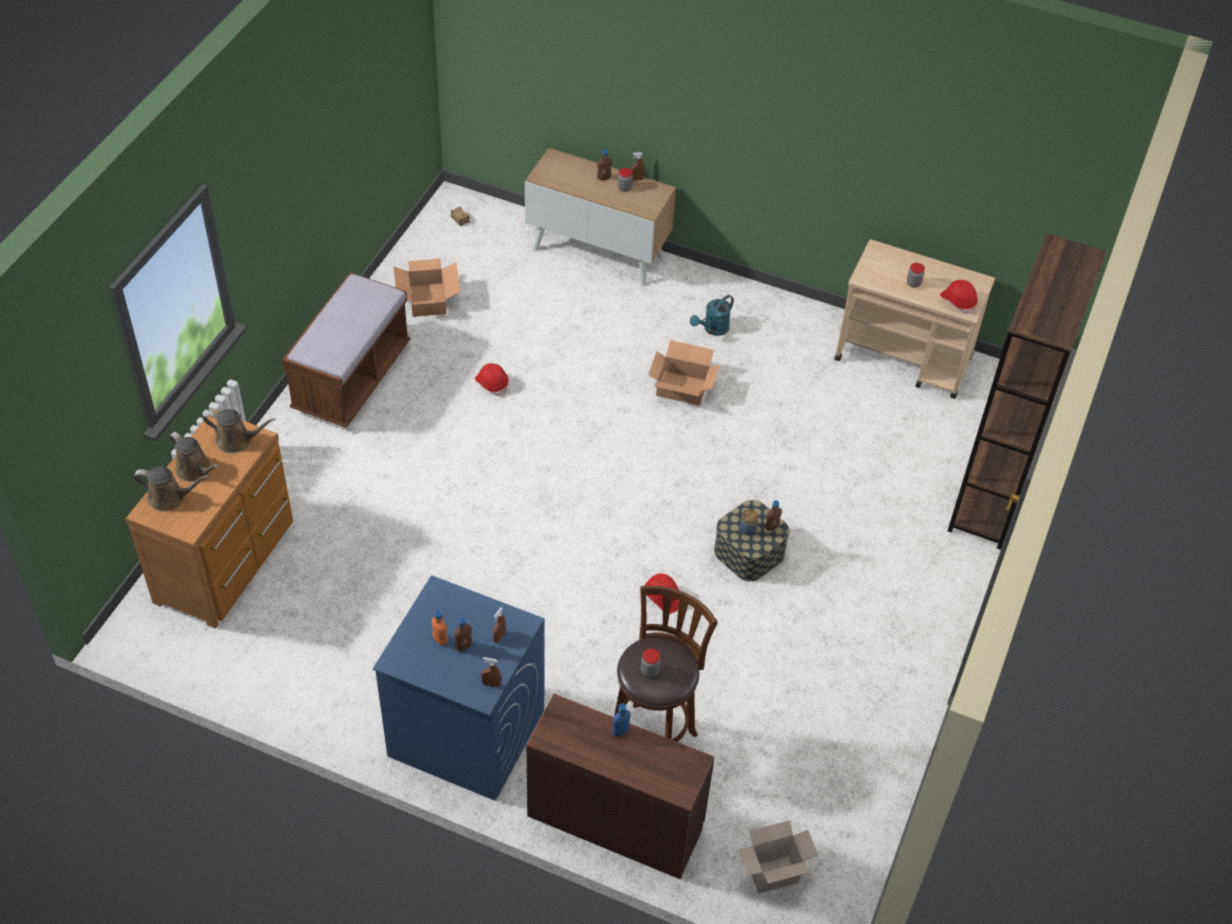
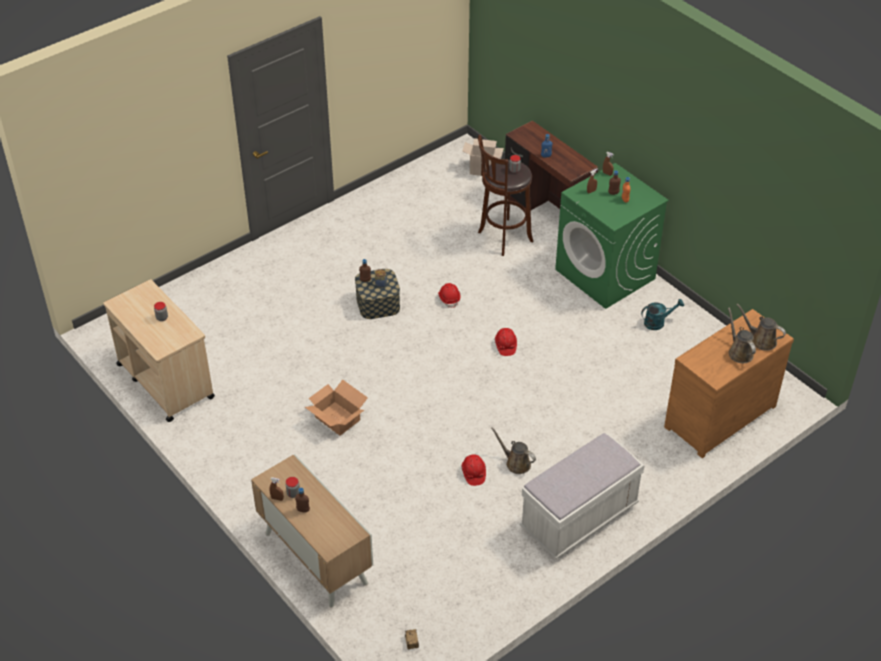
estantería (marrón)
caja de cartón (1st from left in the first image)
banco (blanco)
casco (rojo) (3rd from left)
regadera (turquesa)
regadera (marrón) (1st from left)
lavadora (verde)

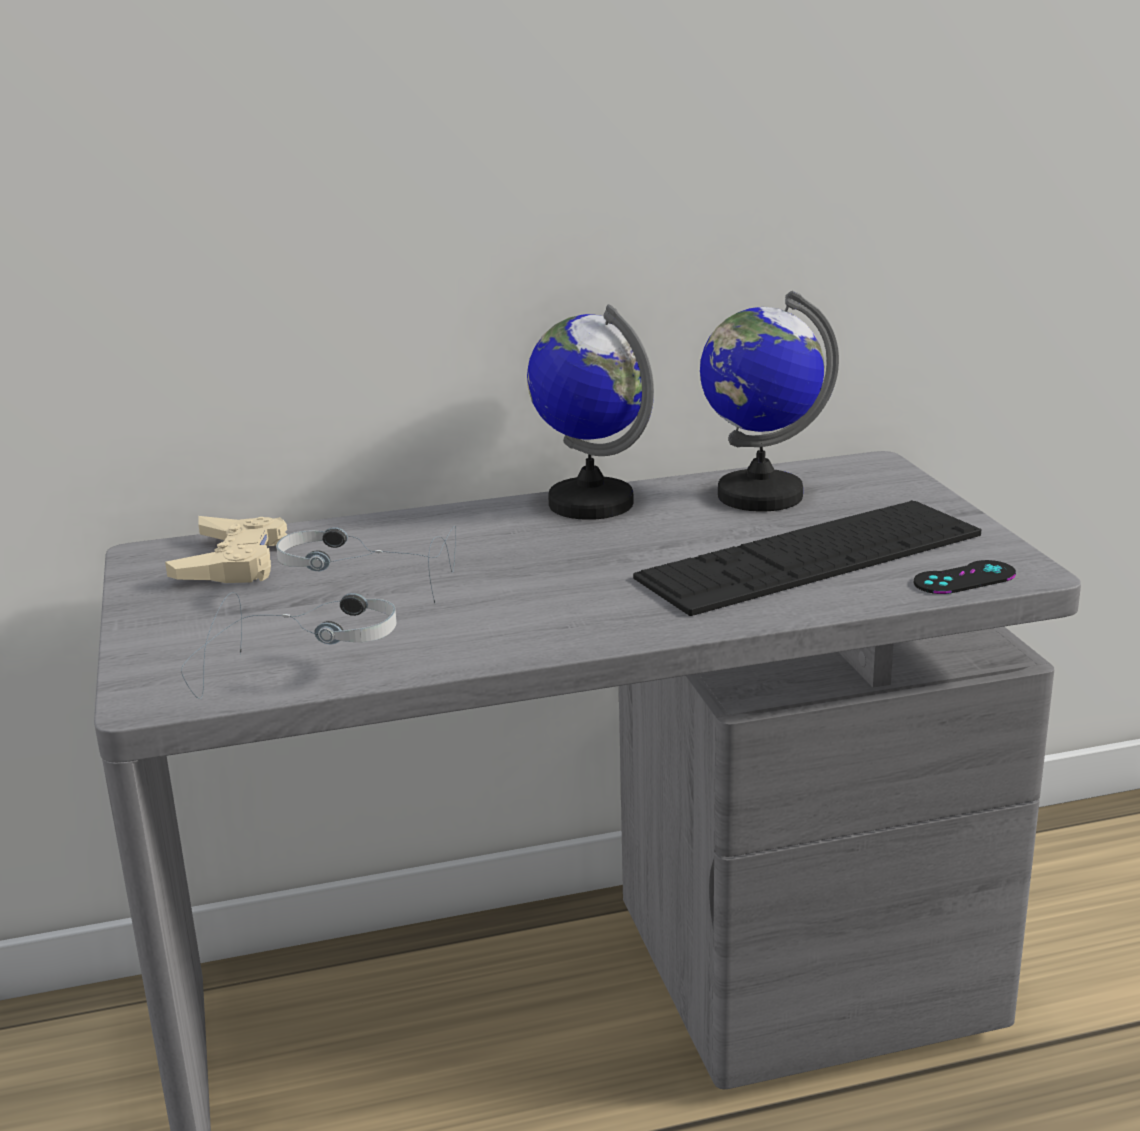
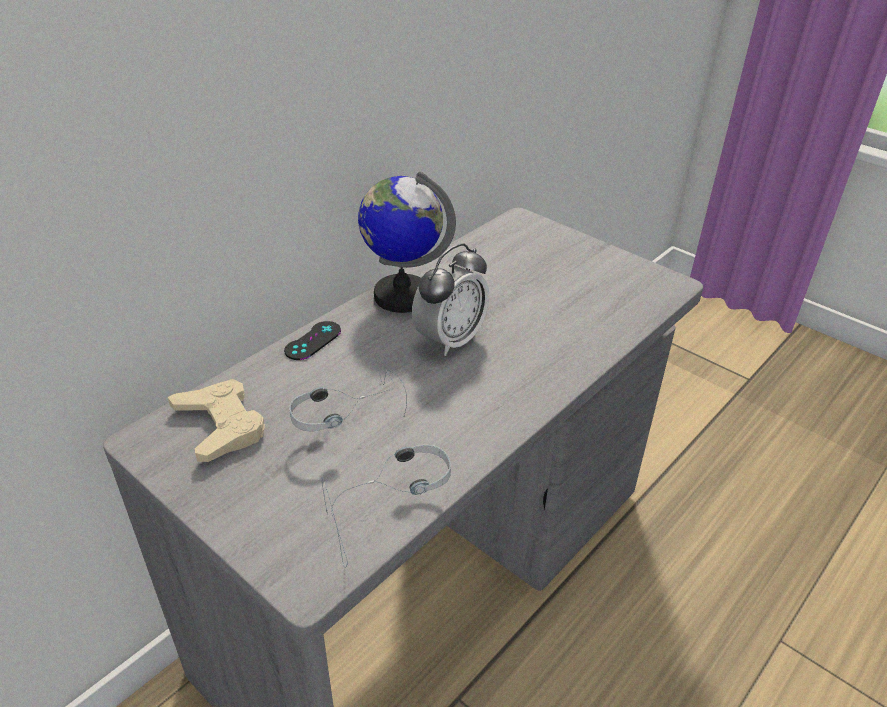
globo terráqueo (2nd from left in the first image)
teclado
mando de consola (negro)
despertador

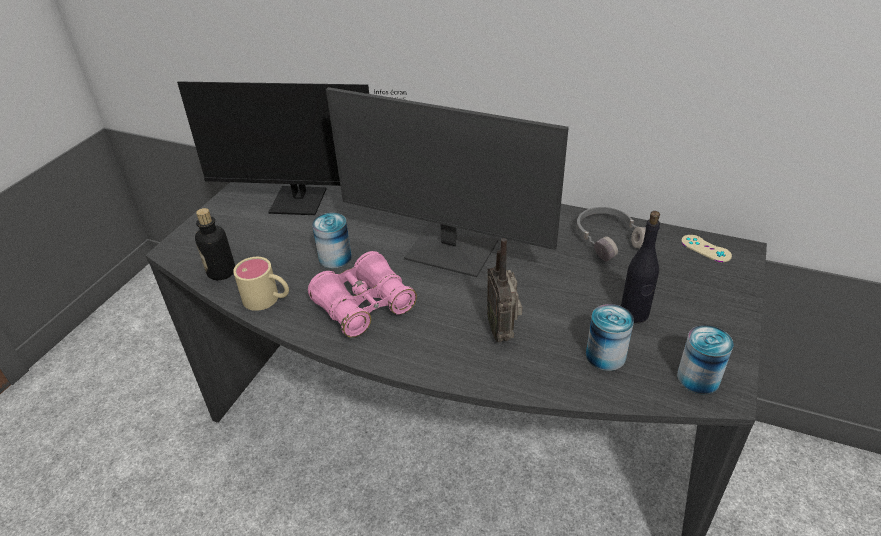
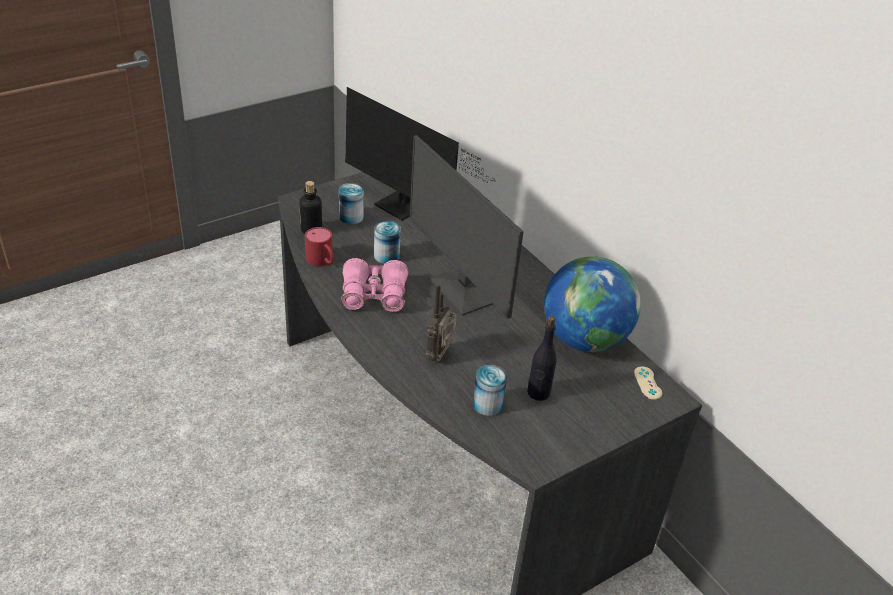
globo terráqueo
taza grande (rojo)
lata (1st from left)

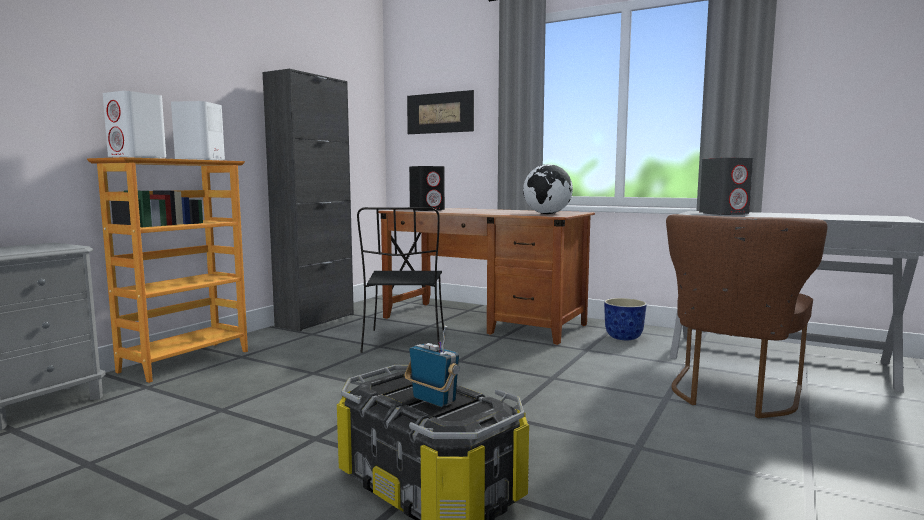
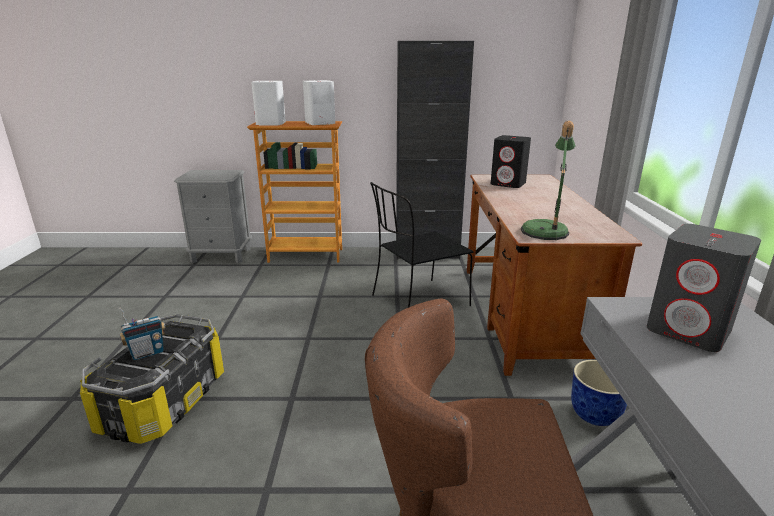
cuadro
lámpara de mesa
radio

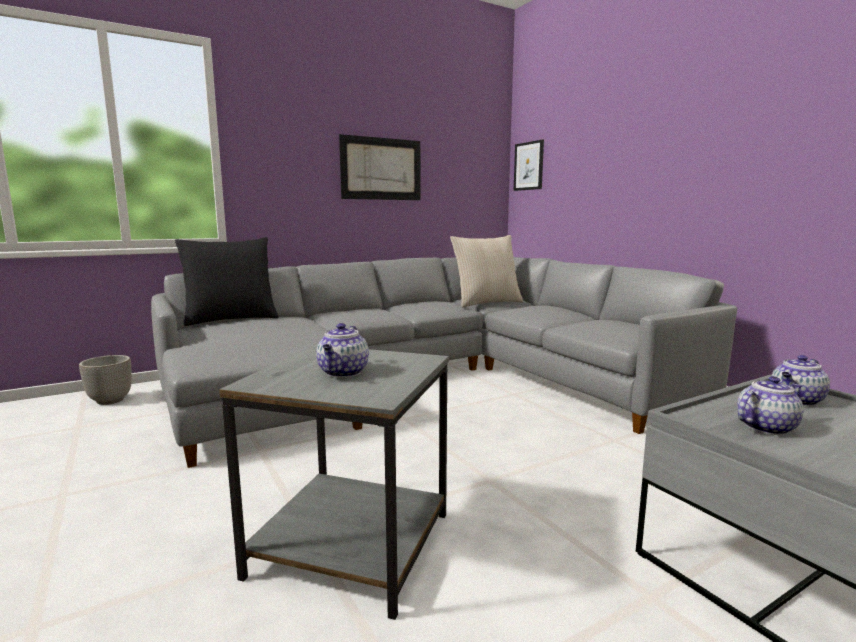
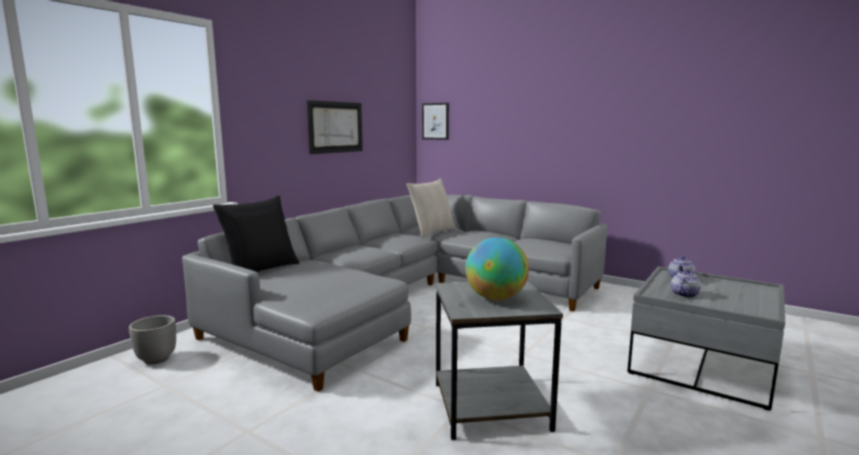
globo terráqueo

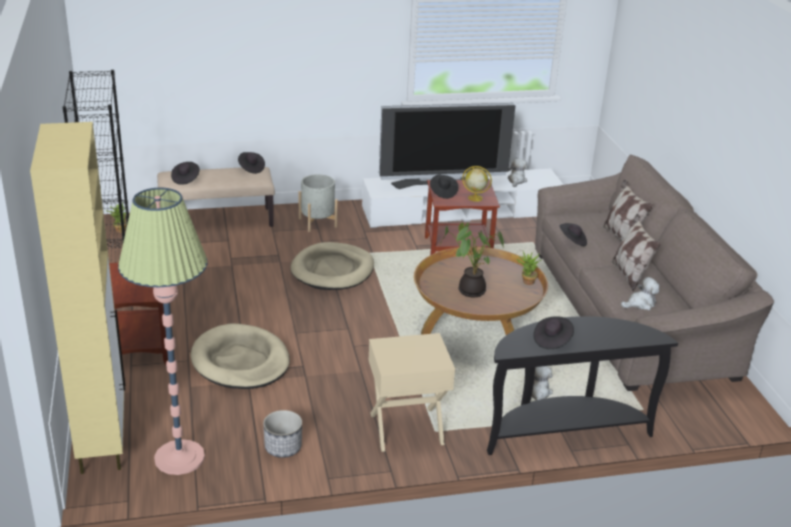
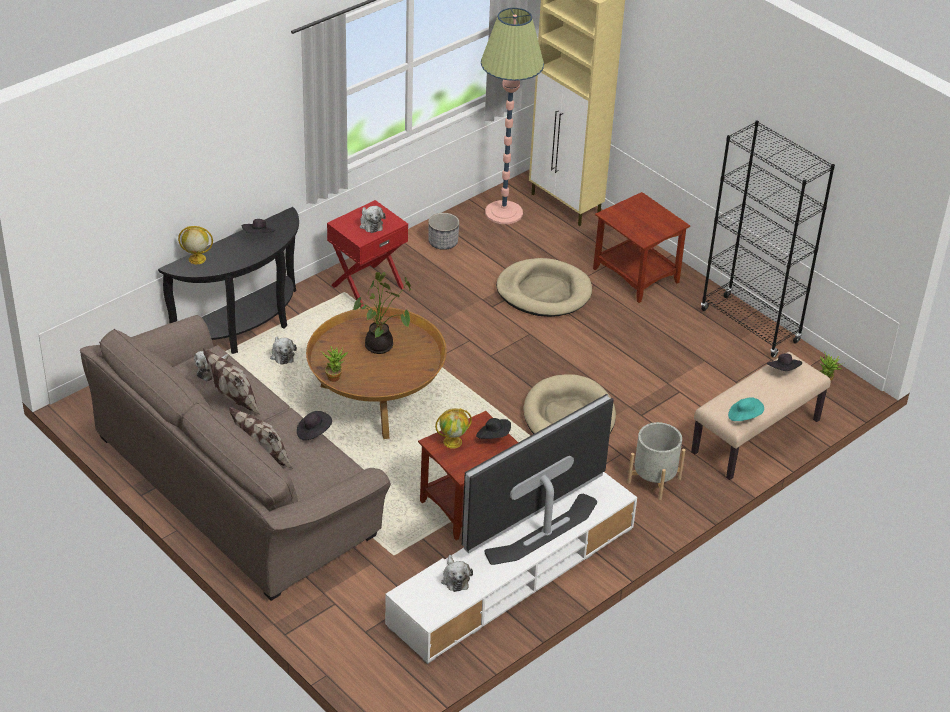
sombrero (turquesa)
mesita de noche (rojo)
peluche (3rd from left)
globo terráqueo (1st from left)

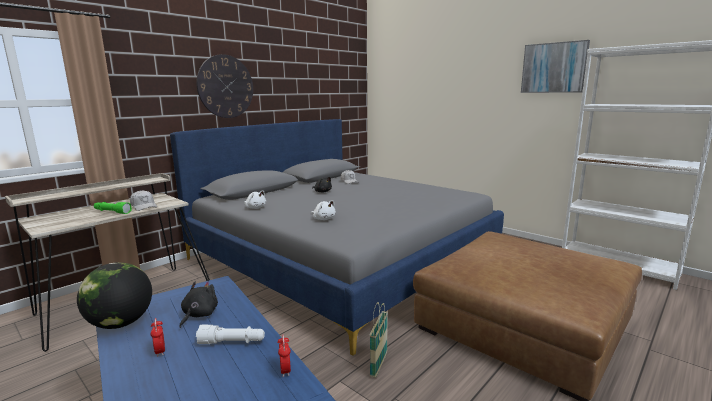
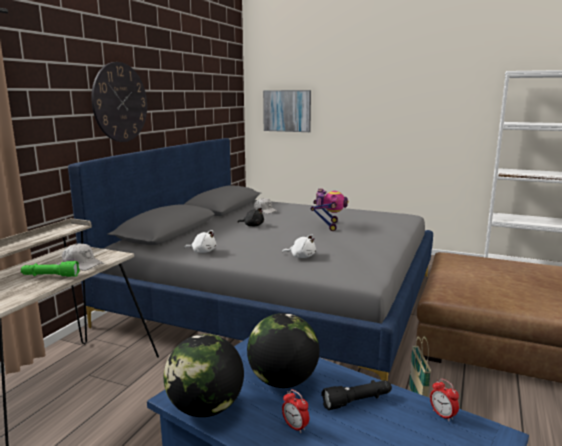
cuadro
globo terráqueo (2nd from left)
linterna (negro)
robot de juguete

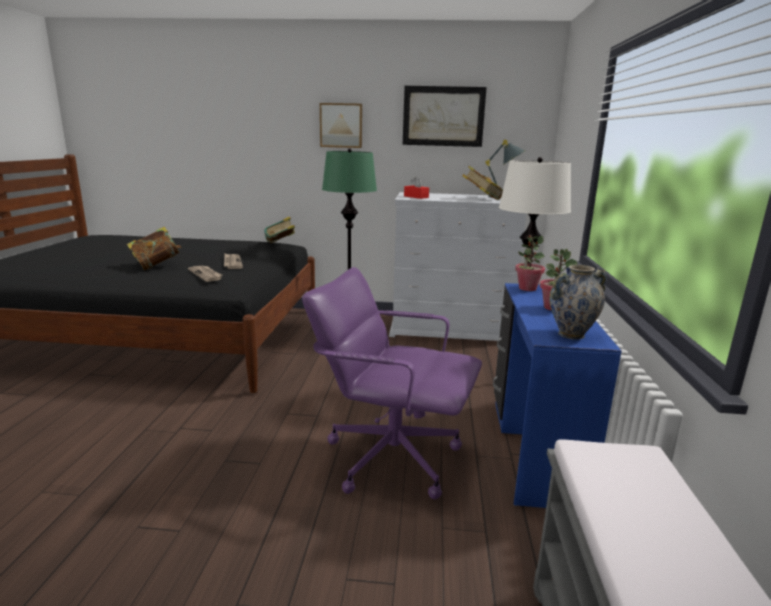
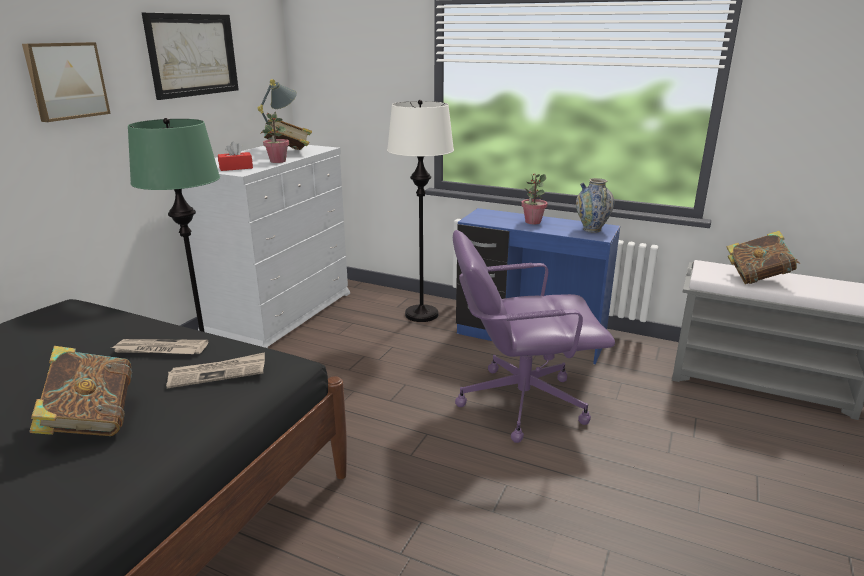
libro (3rd from left)
planta en maceta (1st from left)
silla de oficina (morado)

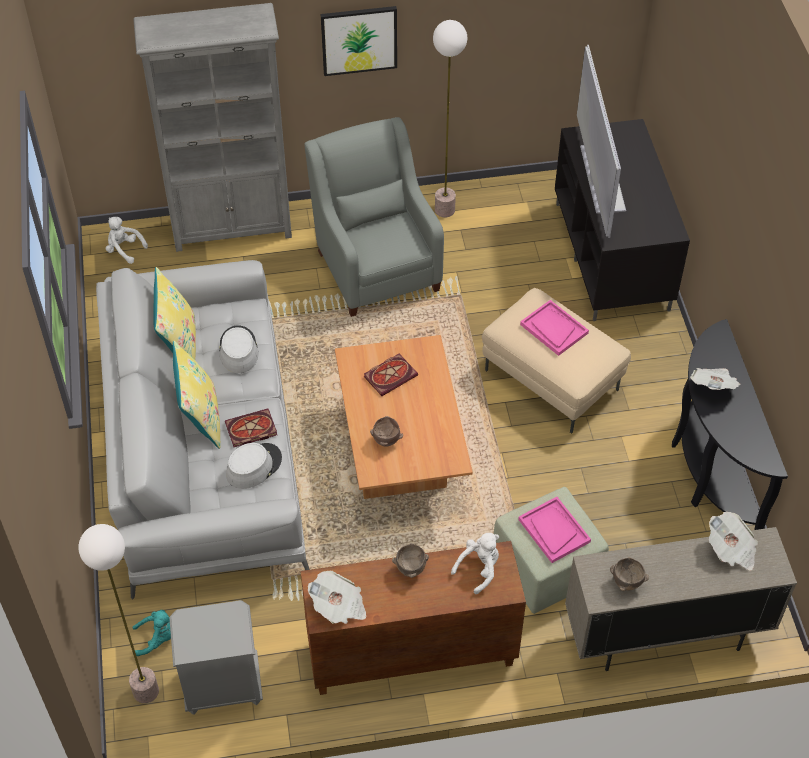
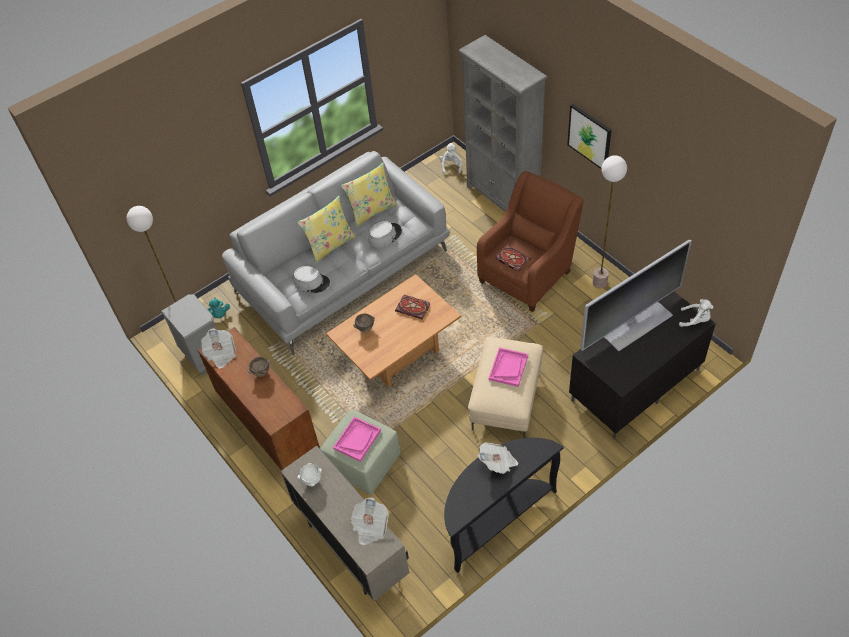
sillón (marrón)
libro (2nd from left)
peluche (blanco) (2nd from left)
cuenco (blanco)

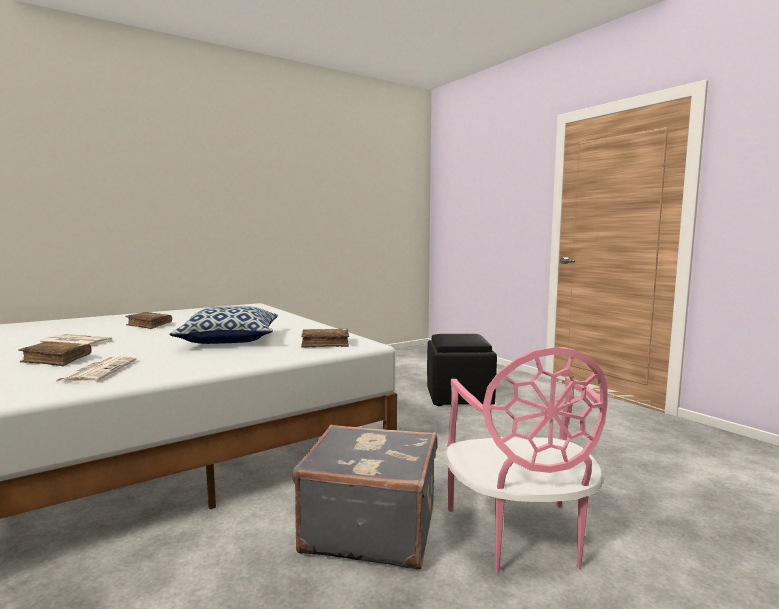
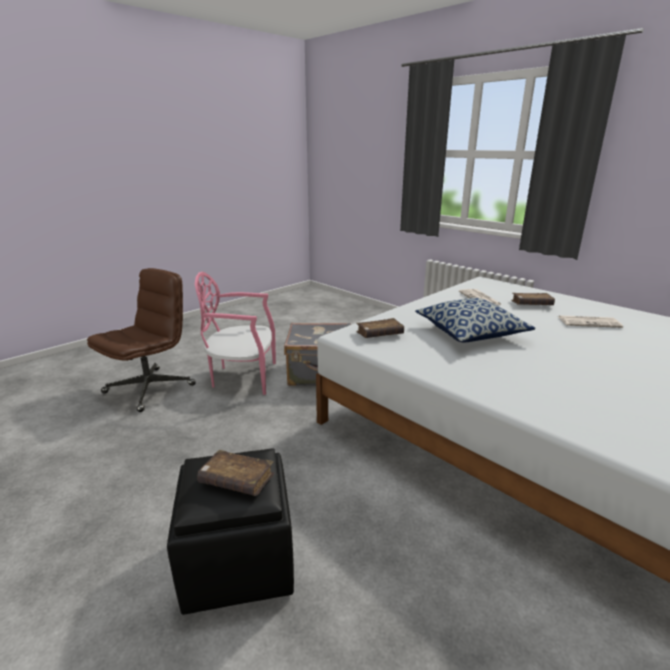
libro (marrón) (1st from left)
silla (rosa)
silla de oficina (marrón)

